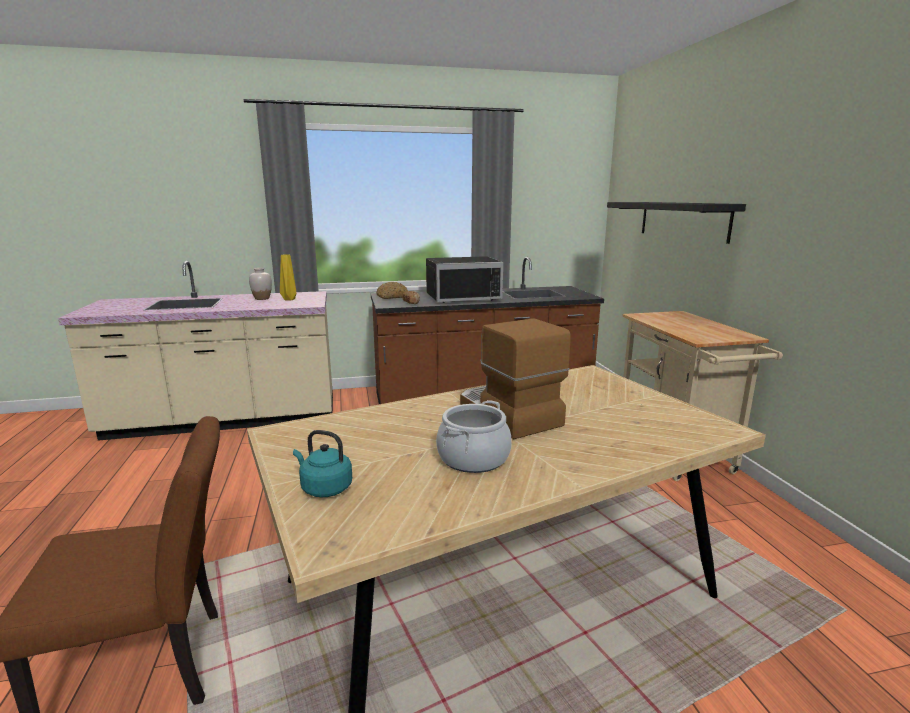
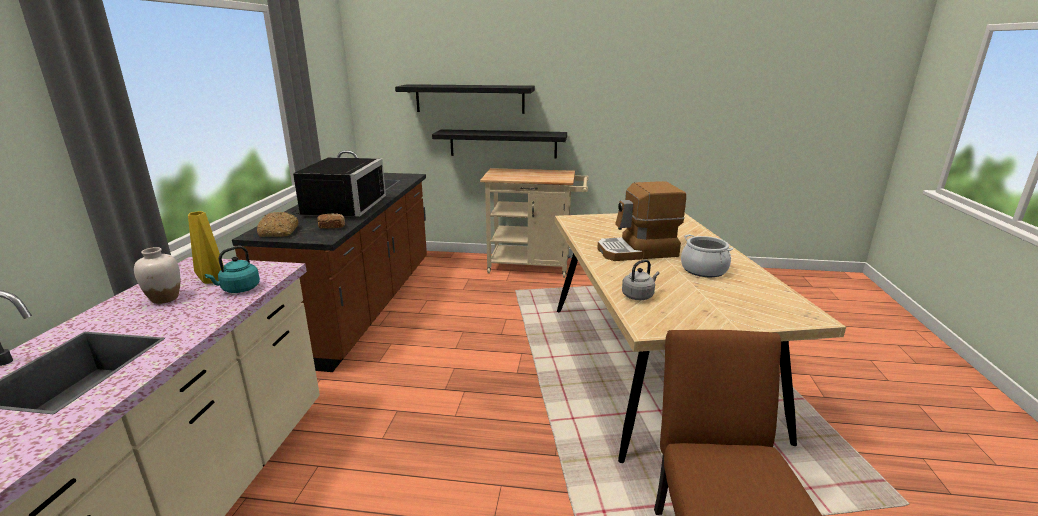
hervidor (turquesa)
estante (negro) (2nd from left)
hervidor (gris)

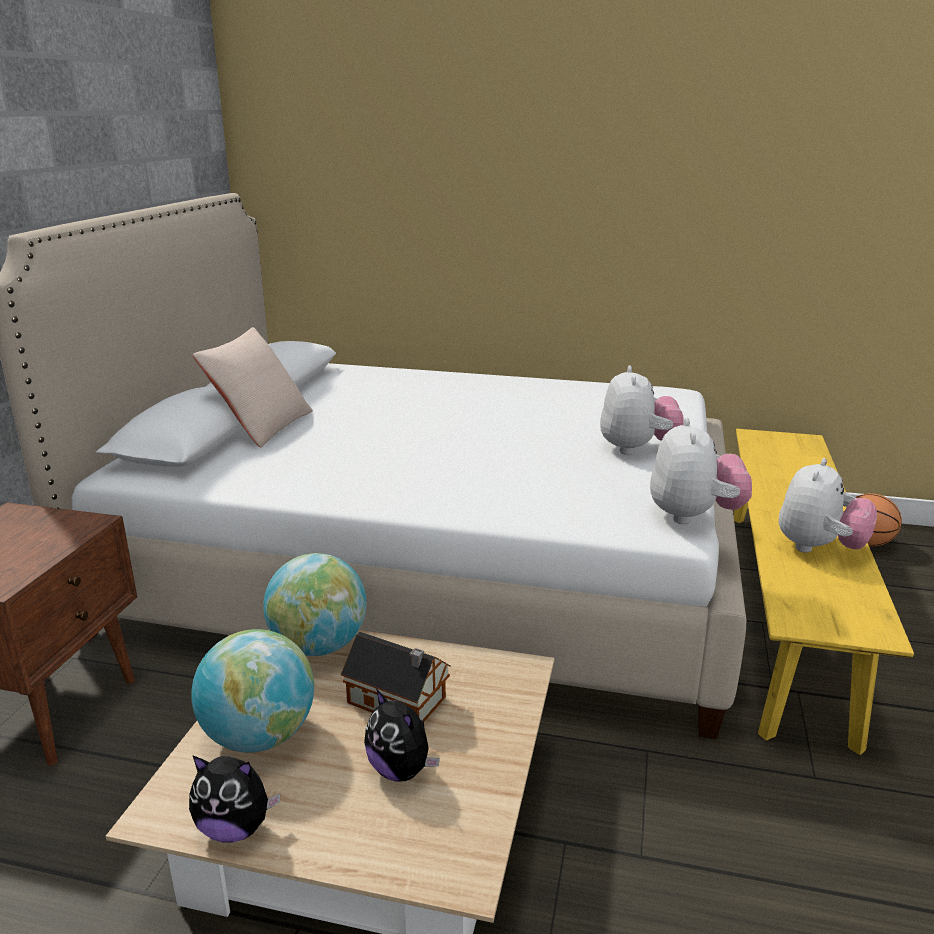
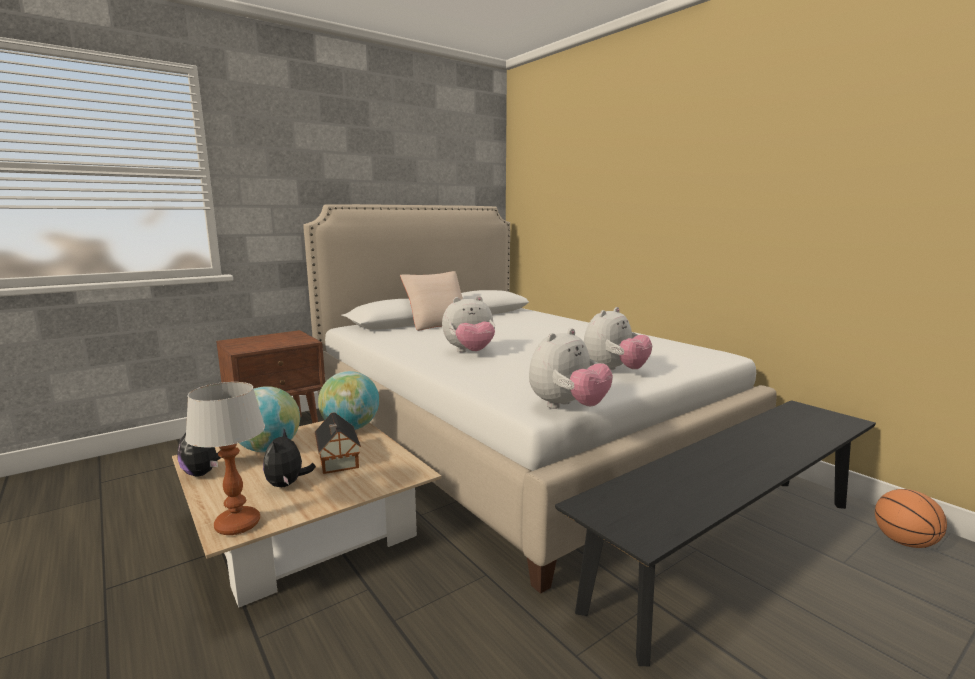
banco (negro)
peluche (3rd from left)
lámpara de mesa

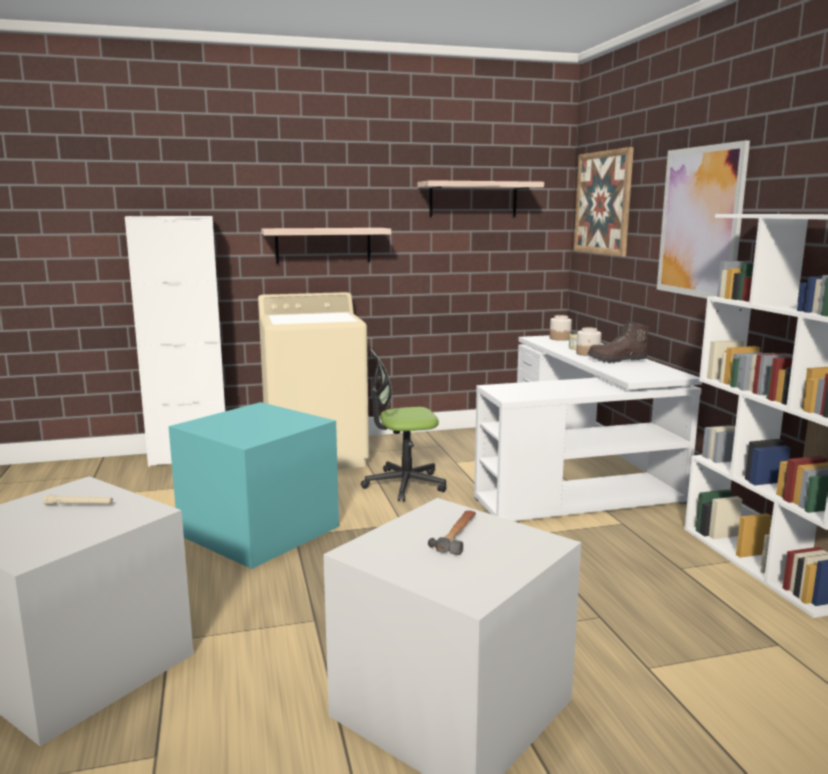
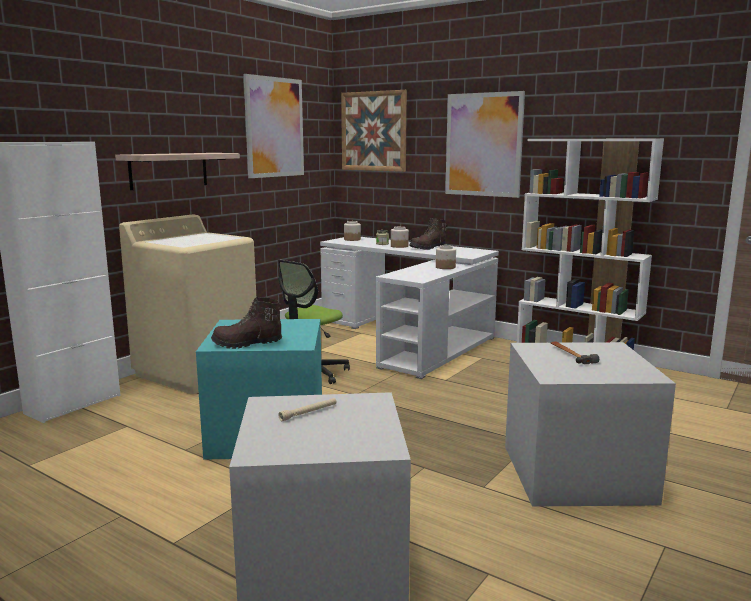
cuadro (1st from left)
tarro (4th from left)
bota (marrón) (1st from left)

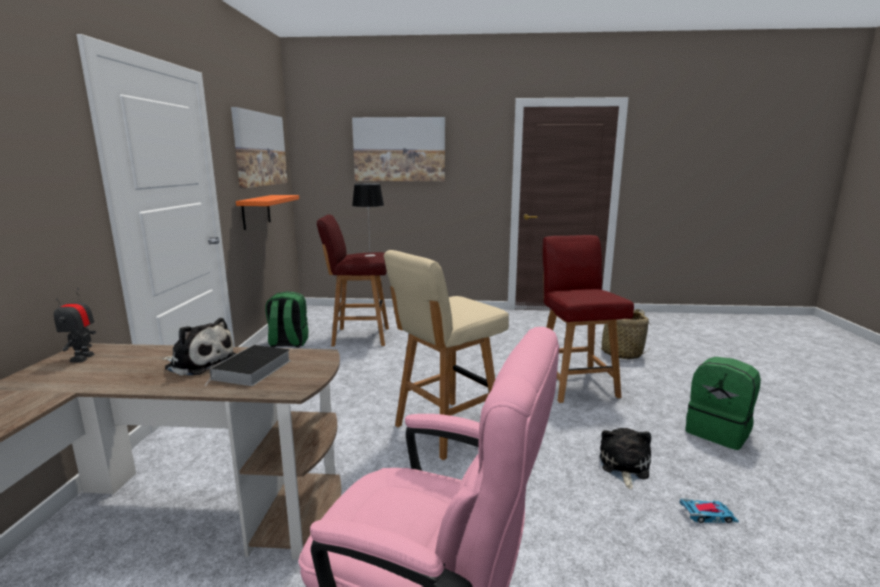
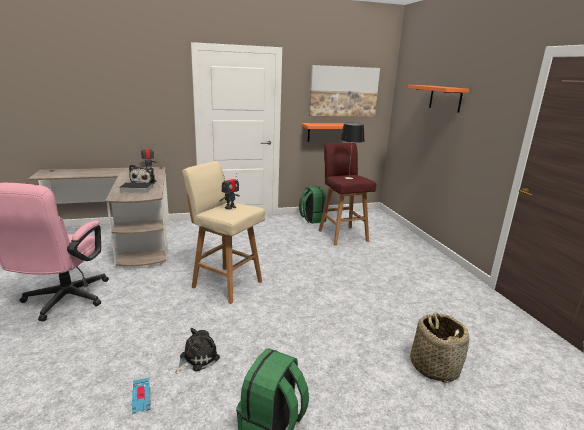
estante (naranja) (2nd from left)
silla (rojo)
peluche (2nd from left)
robot de juguete (2nd from left)

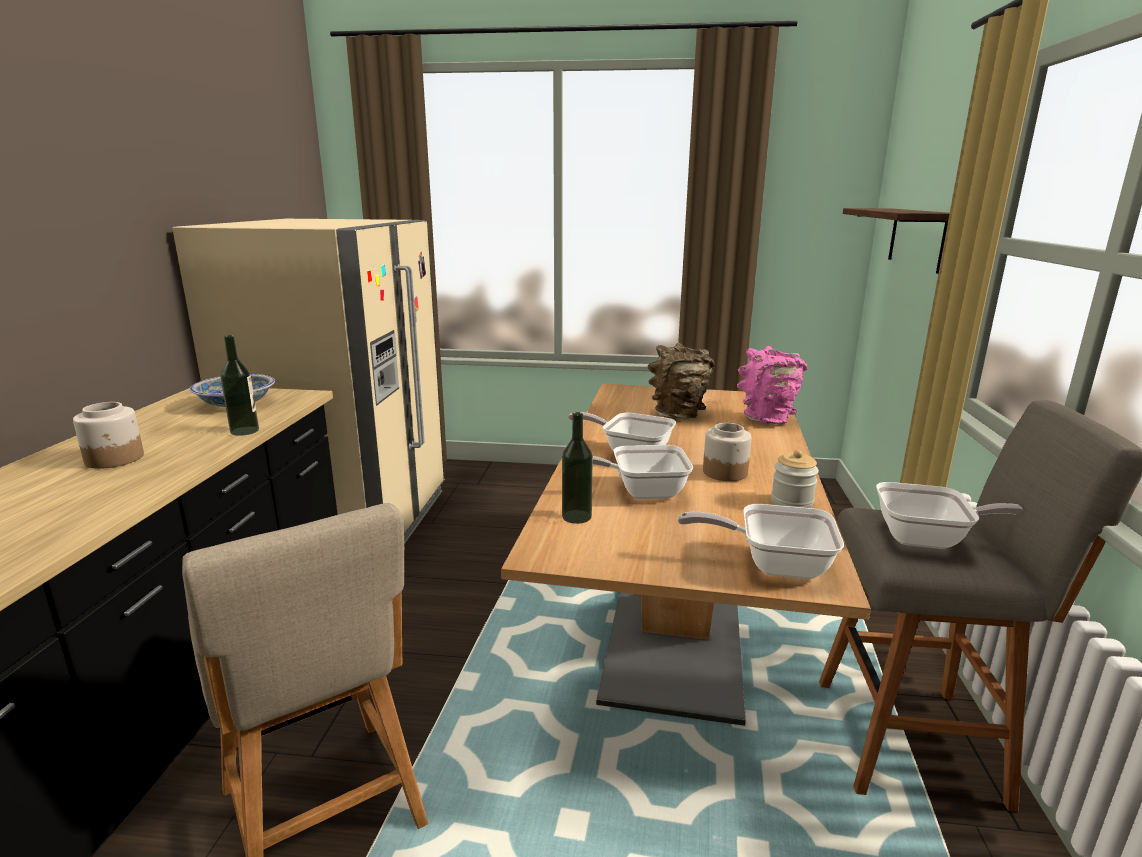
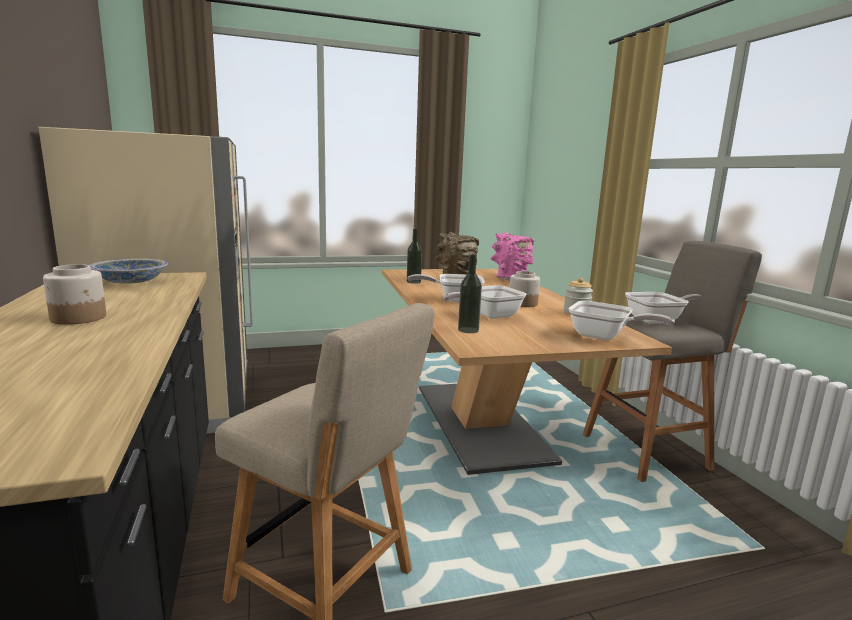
estante
botella (1st from left)
sartén (3rd from left)

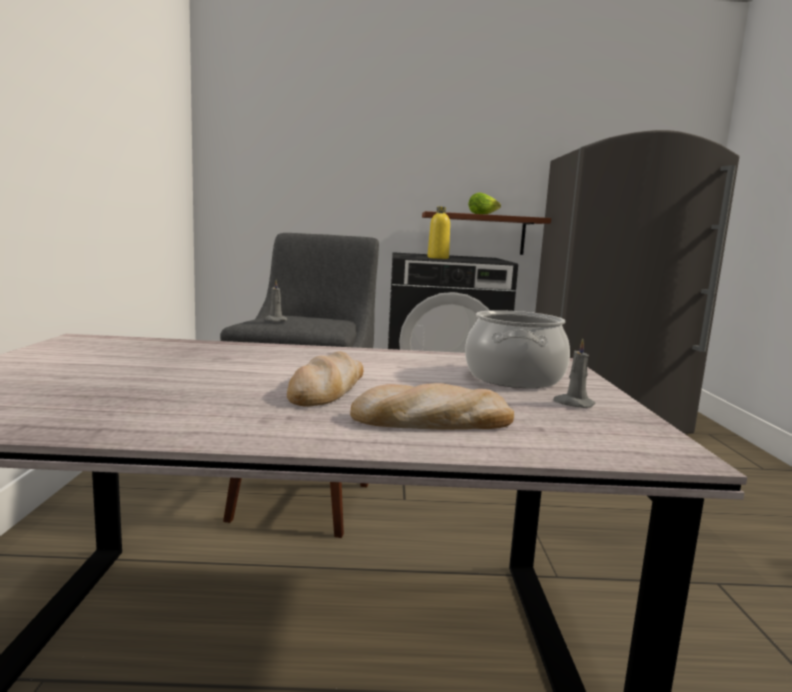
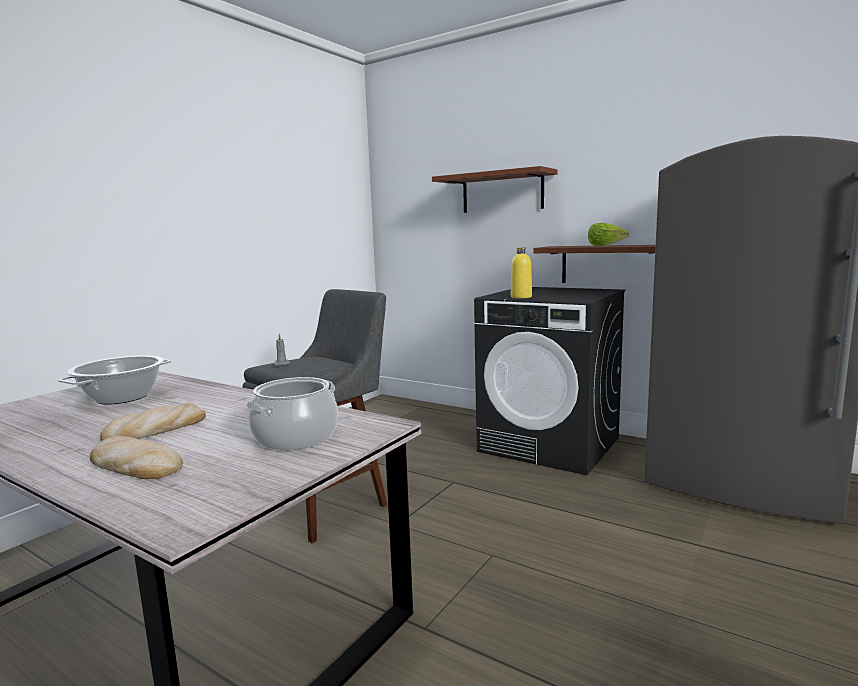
vela (gris) (2nd from left in the first image)
estante (marrón) (1st from left)
olla (1st from left)

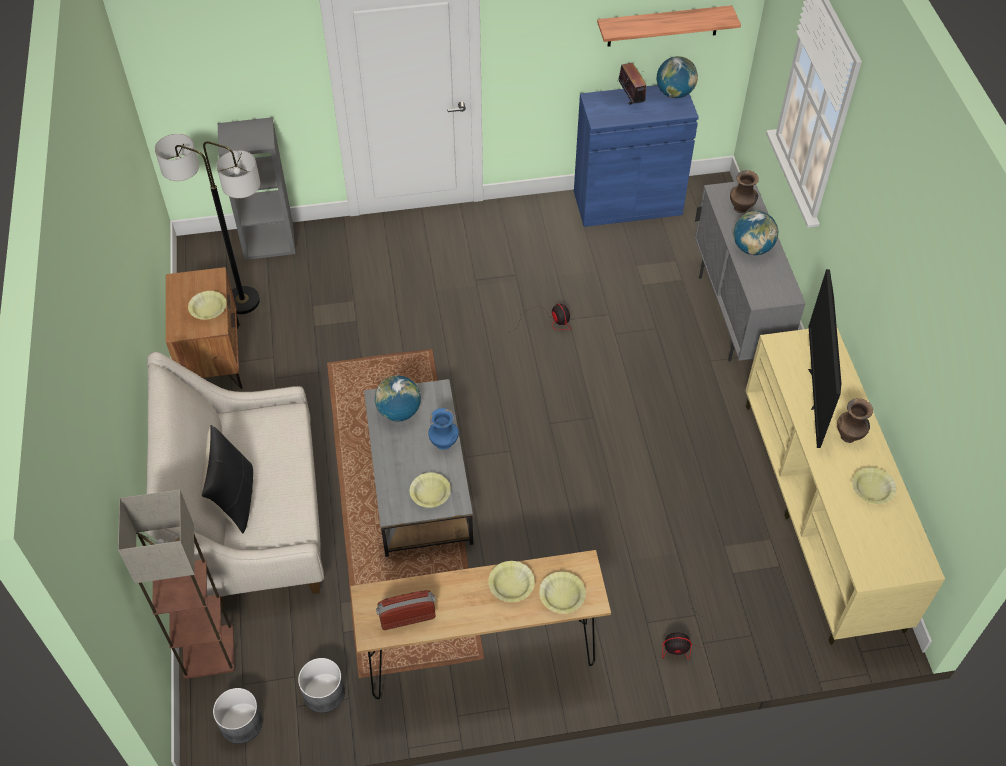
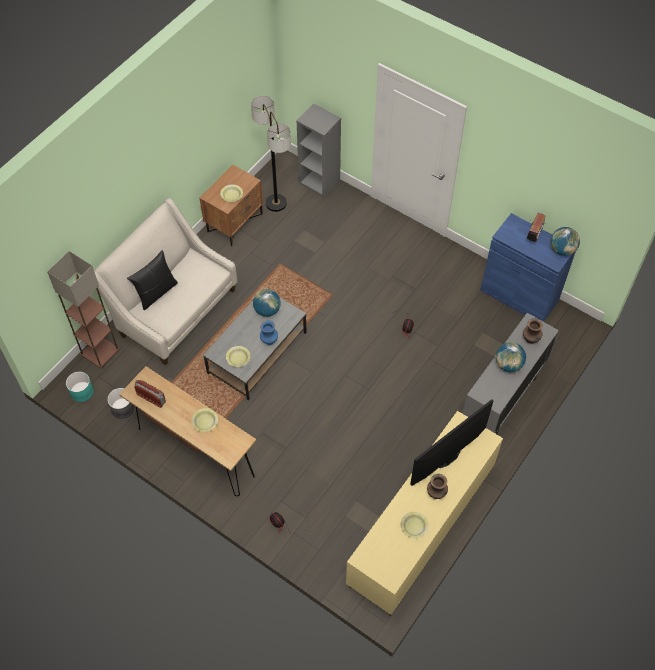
estante
cuenco (amarillo) (4th from left in the first image)
maceta (turquesa)

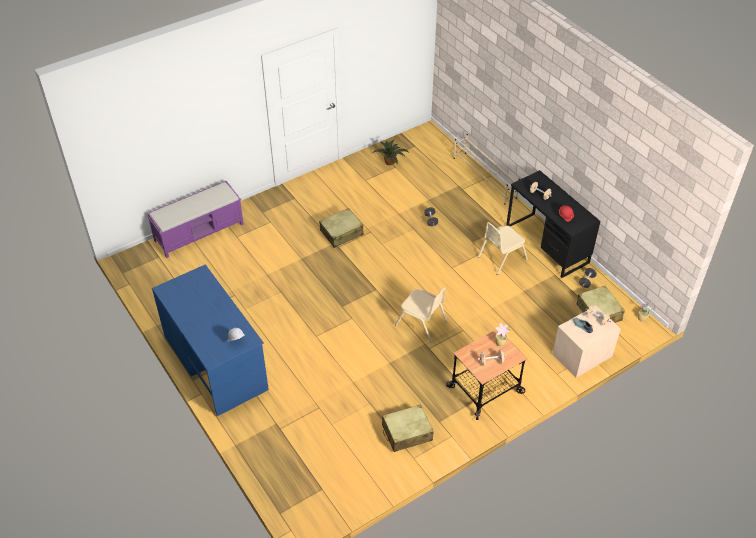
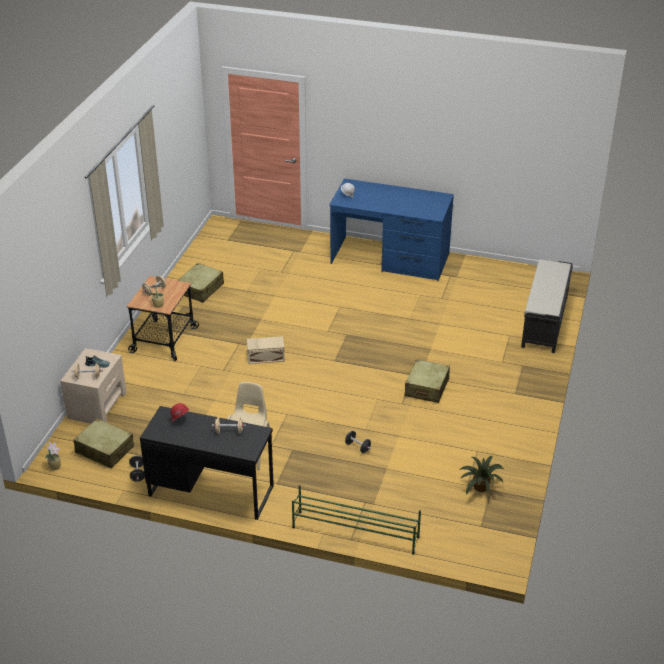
zapatero (verde)
banco (negro)
caja de almacenaje (beis)

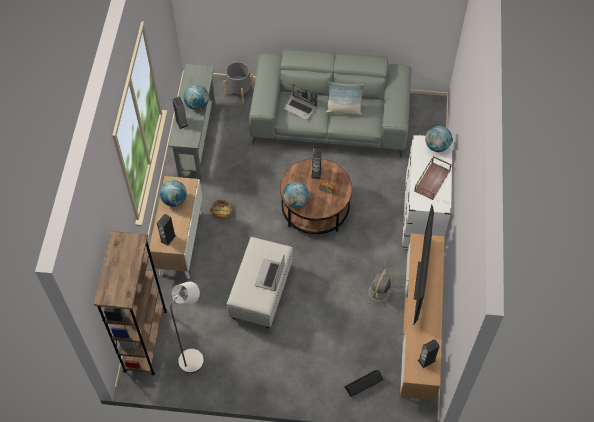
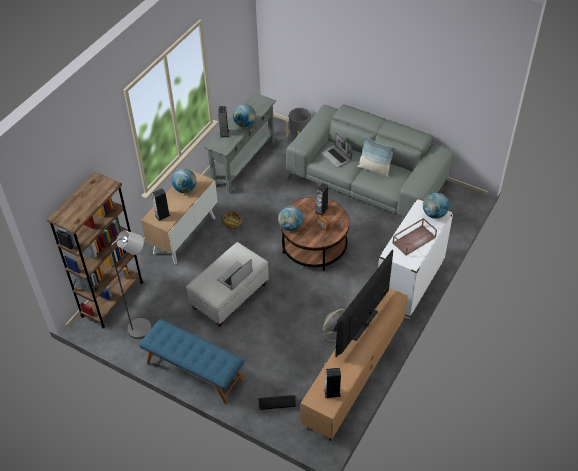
banco (azul)

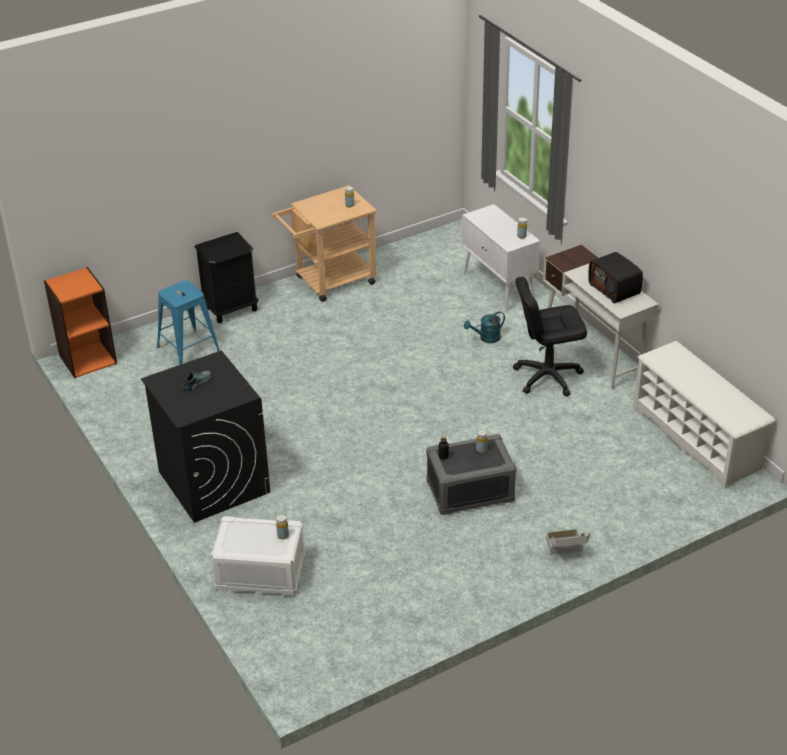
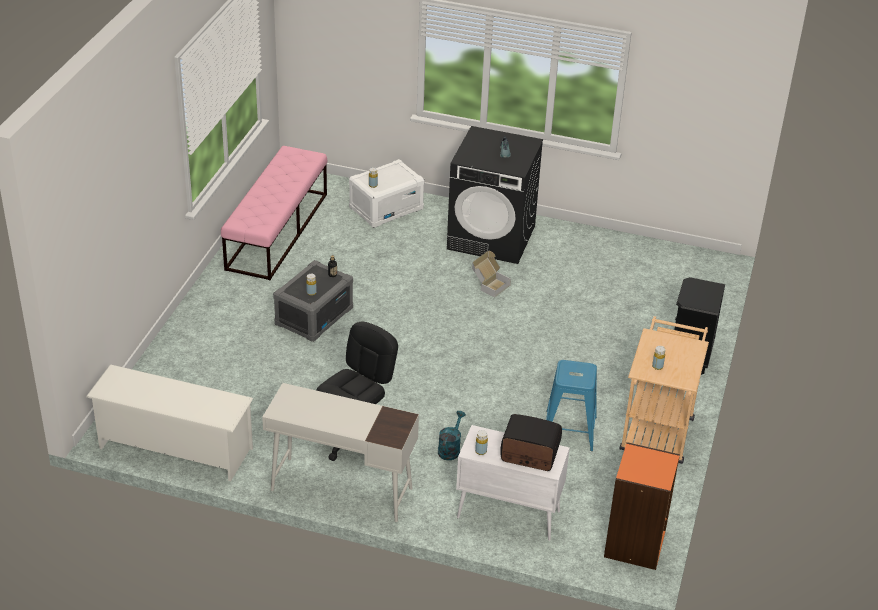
radio
estantería (naranja)
taburete (azul)
caja de cartón
banco (rosa)

